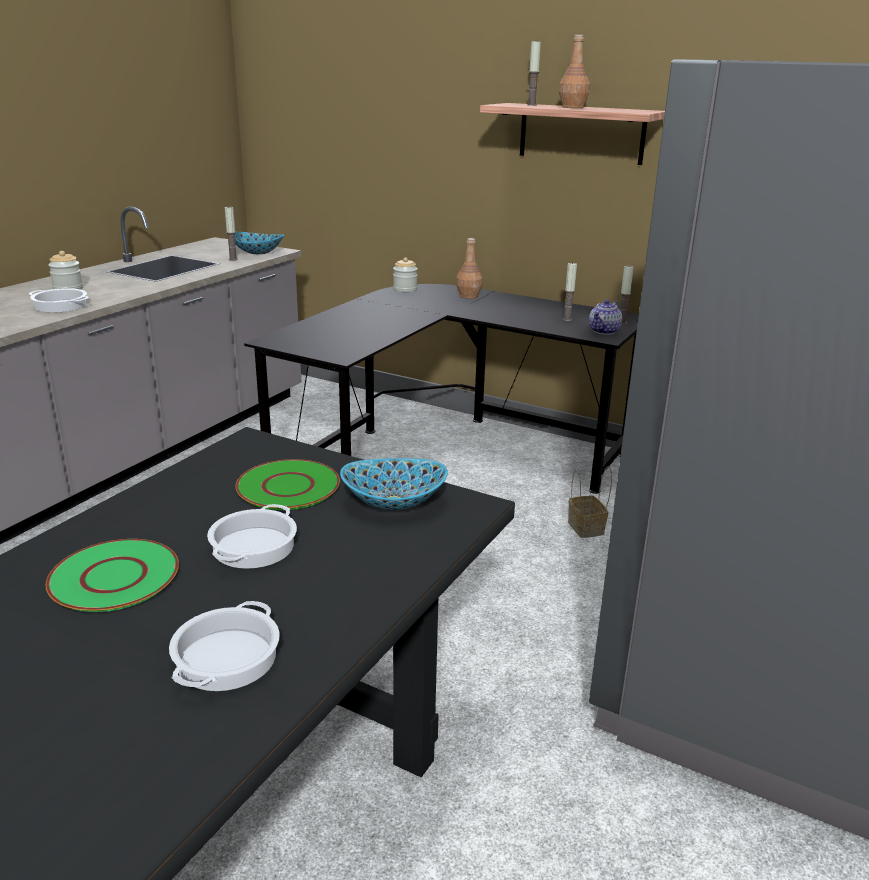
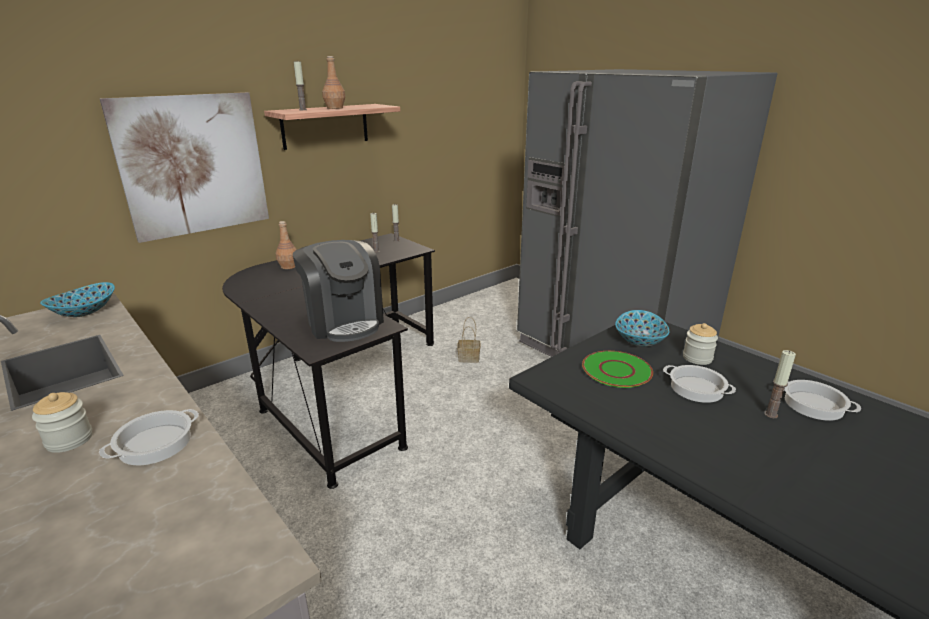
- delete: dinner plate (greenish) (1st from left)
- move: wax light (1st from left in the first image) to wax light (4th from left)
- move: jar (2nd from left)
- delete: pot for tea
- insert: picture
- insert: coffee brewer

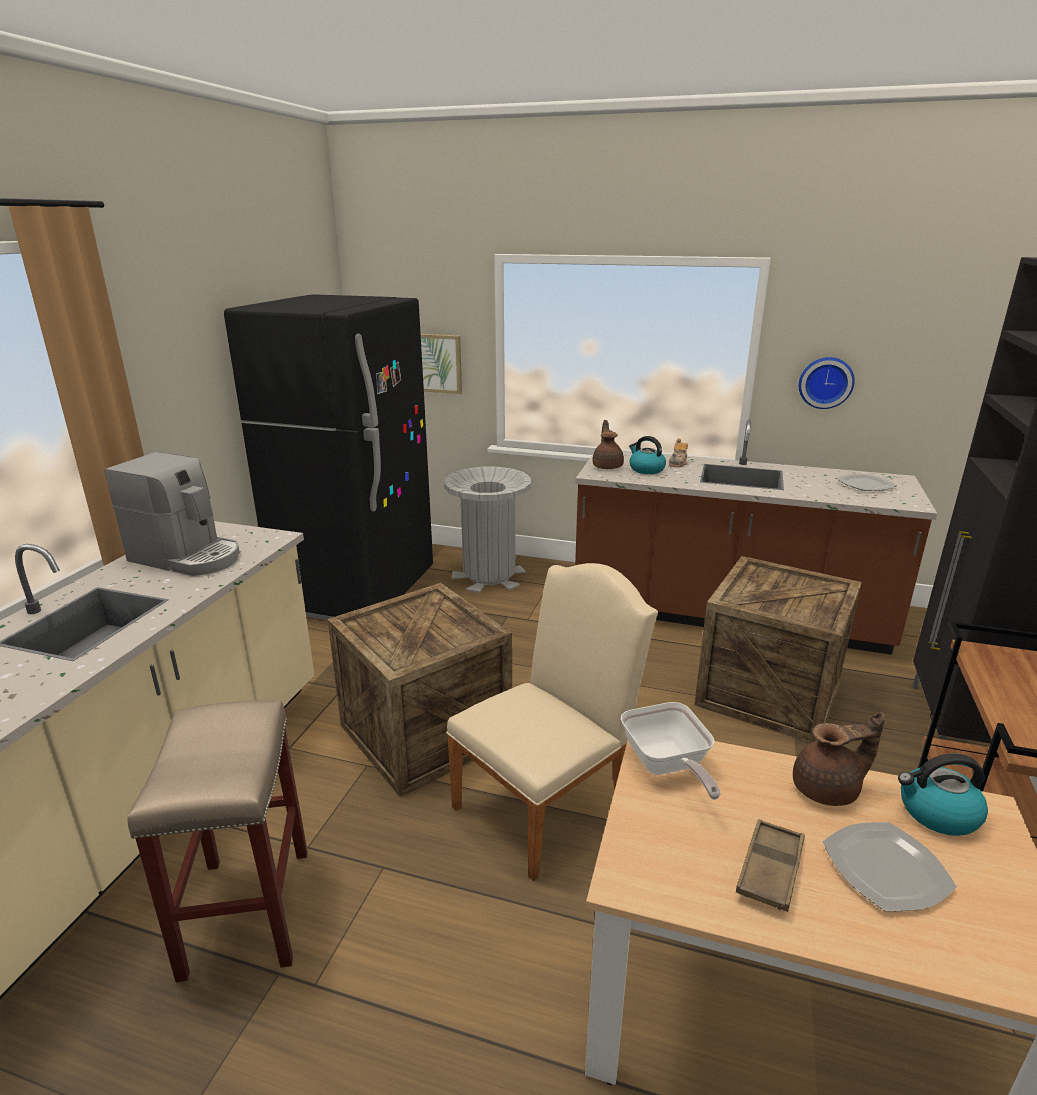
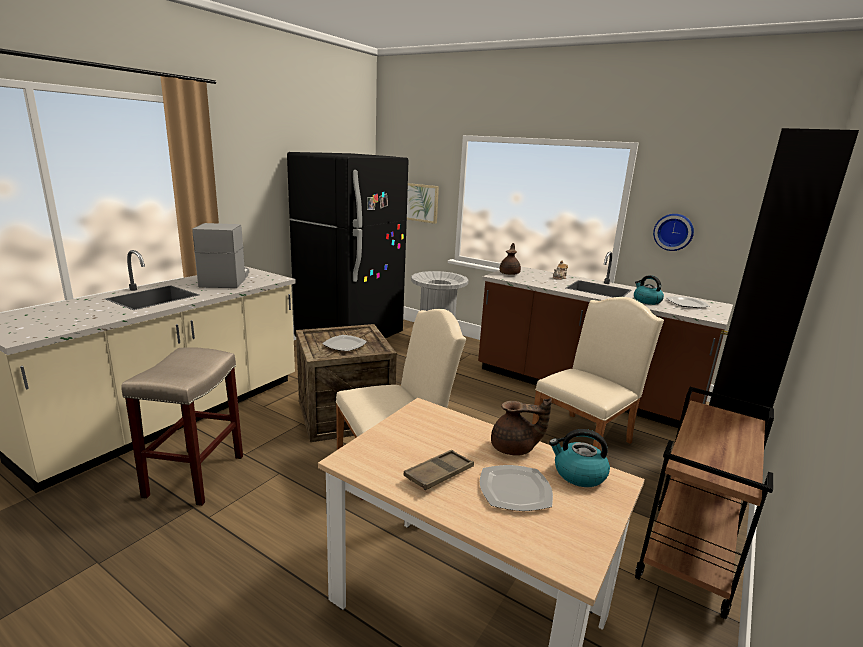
- rotate: coffee brewer 135 degrees counterclockwise
- delete: skillet
- move: kettle (1st from left in the first image) to kettle (2nd from left)
- replace: shipping crate (2nd from left) to chair (beige) (2nd from left)
- insert: dinner plate (1st from left)

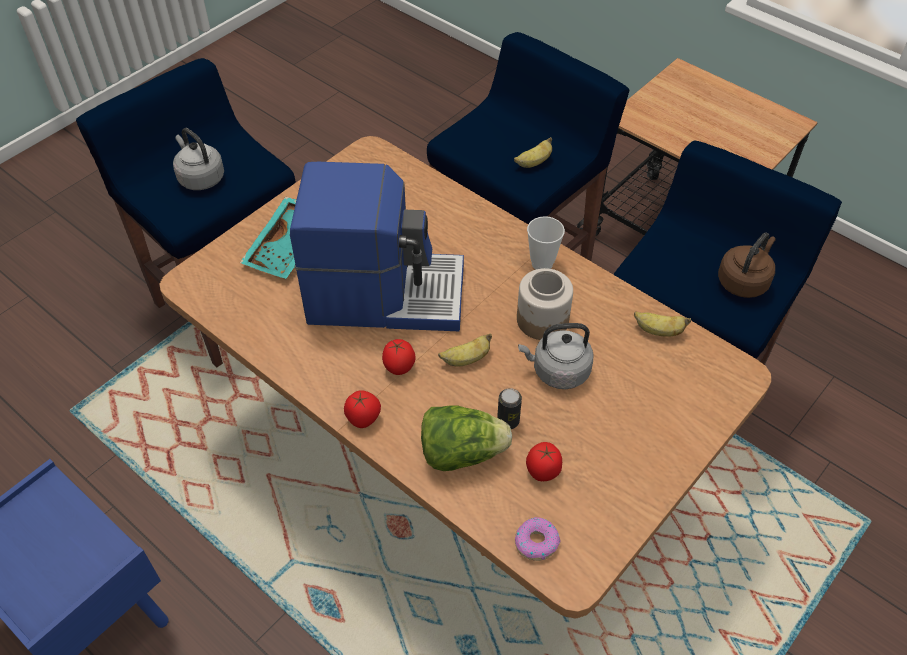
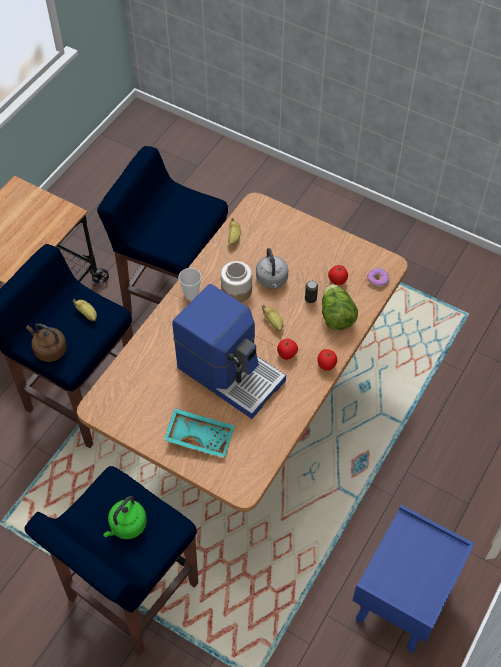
- recolor: kettle (grey) (1st from left) to kettle (greenish)
- rotate: coffee brewer 135 degrees clockwise
- move: kettle (brown-coloured)

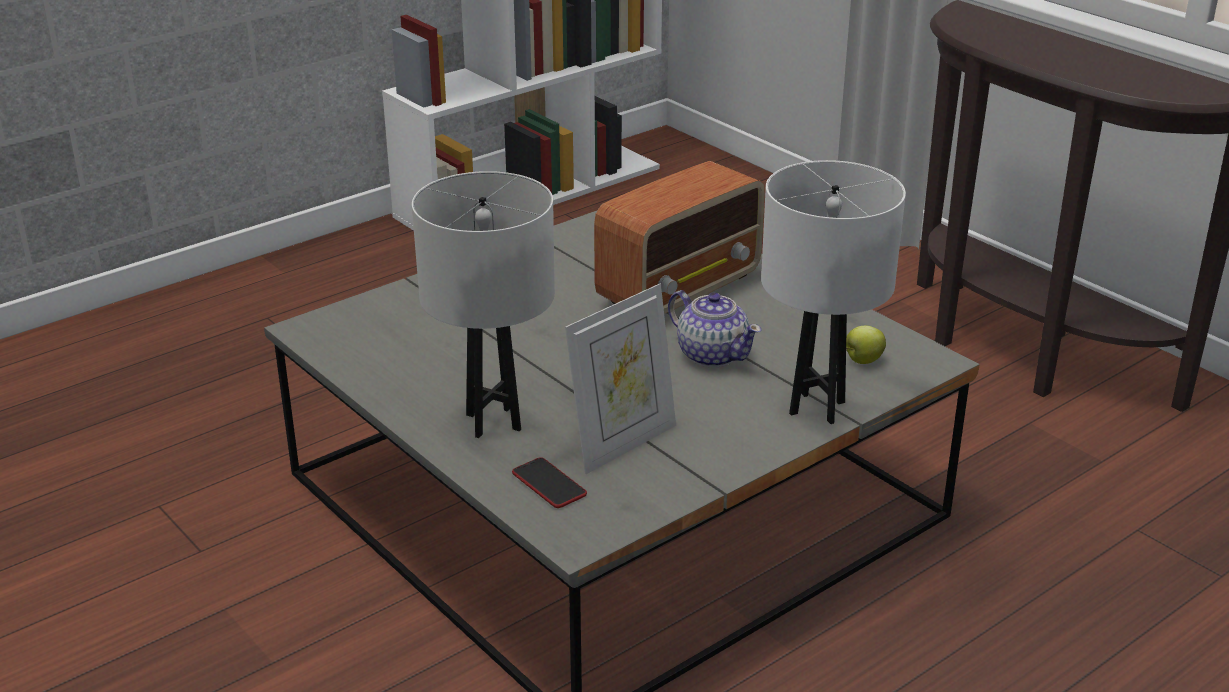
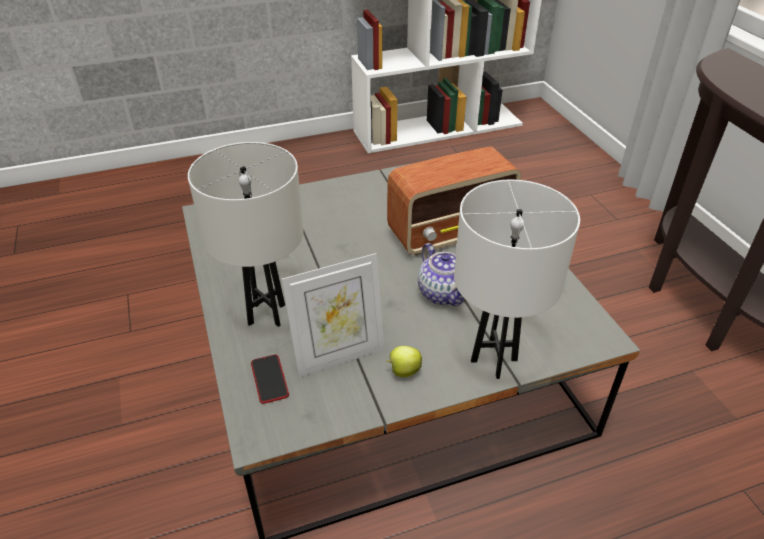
- move: apple fruit

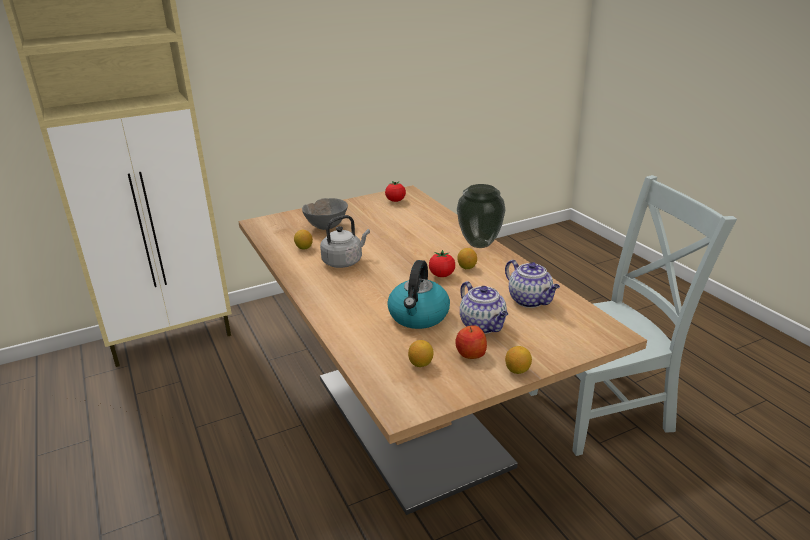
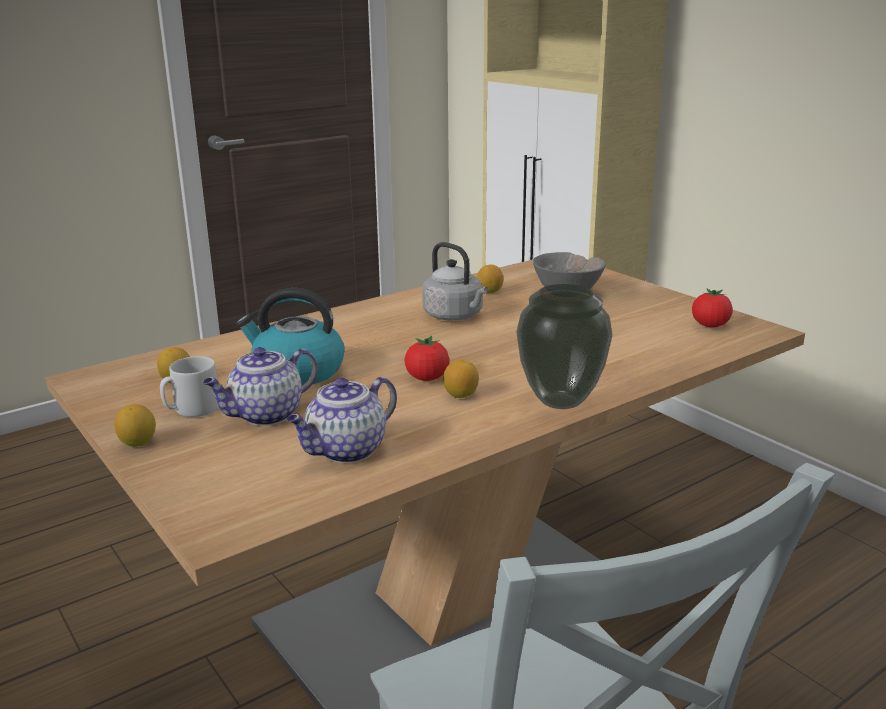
- replace: apple fruit to tea mug (grey)

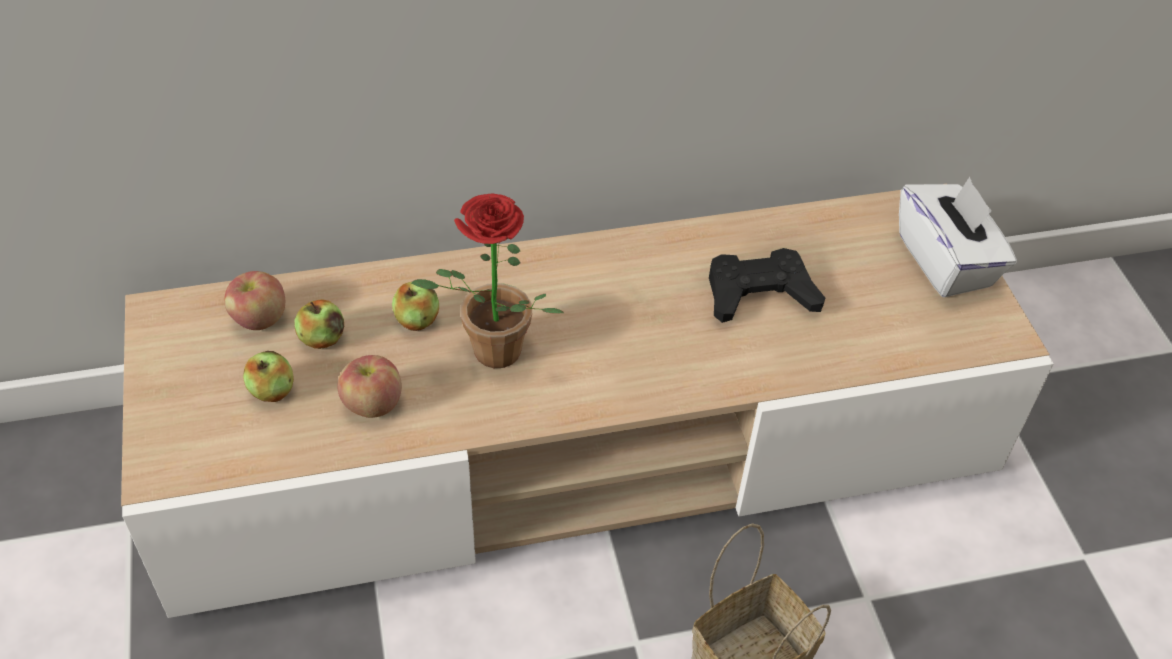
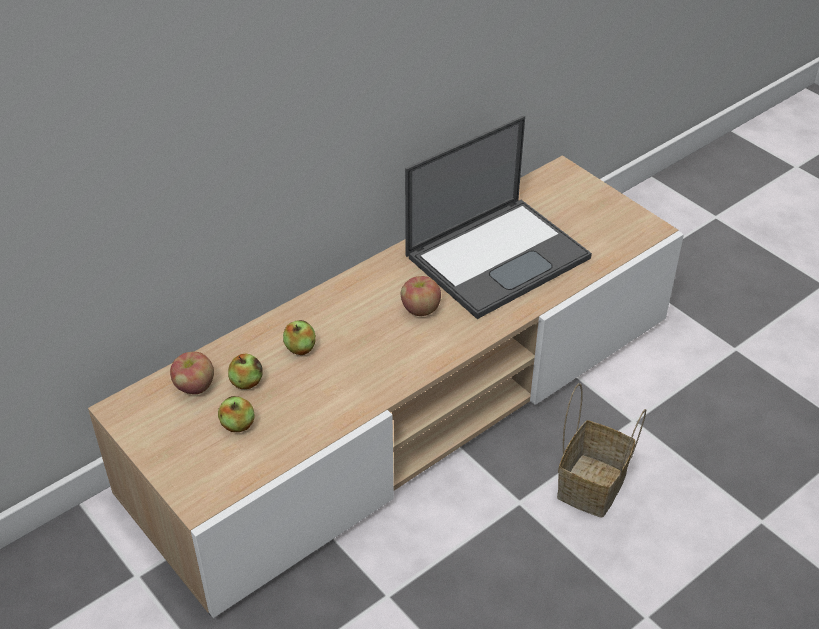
- move: apple fruit (4th from left in the first image) to apple fruit (5th from left)
- delete: houseplant
- replace: gamepad (blackish) to portable computer
- delete: tissue box (white-coloured)

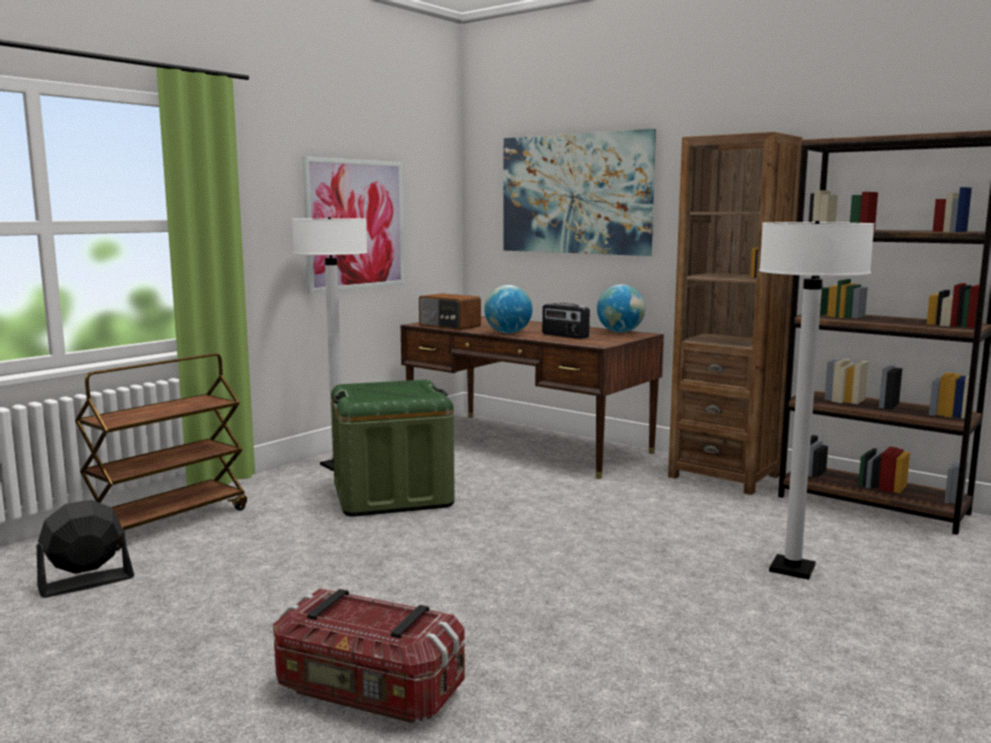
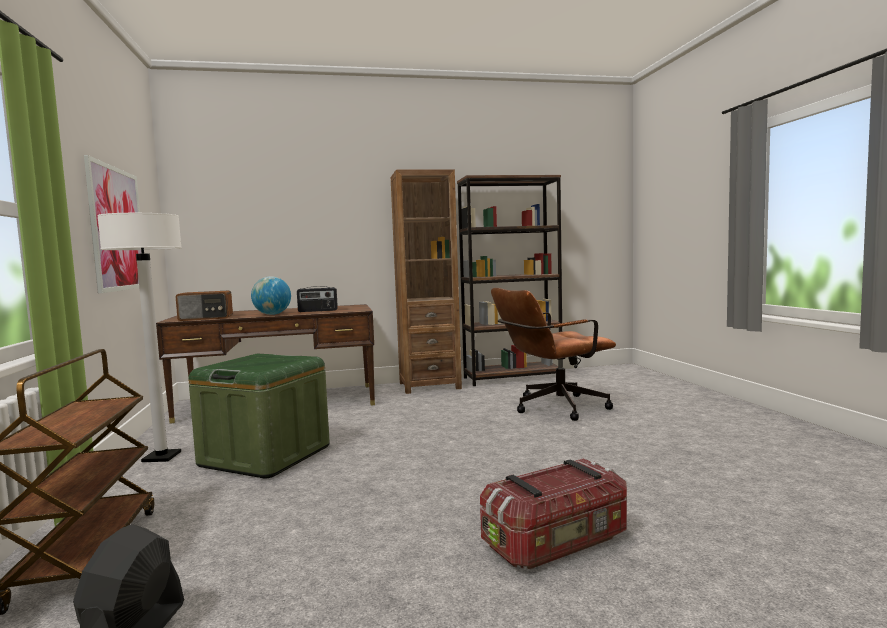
- delete: picture (2nd from left)
- delete: globe (2nd from left)
- replace: floor lamp (white-coloured) (2nd from left) to computer chair (brown-coloured)

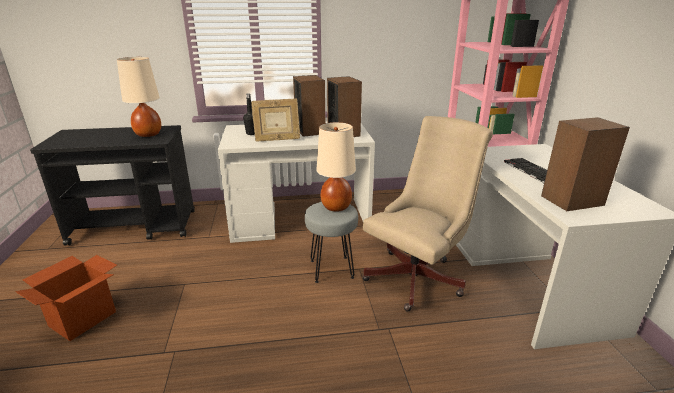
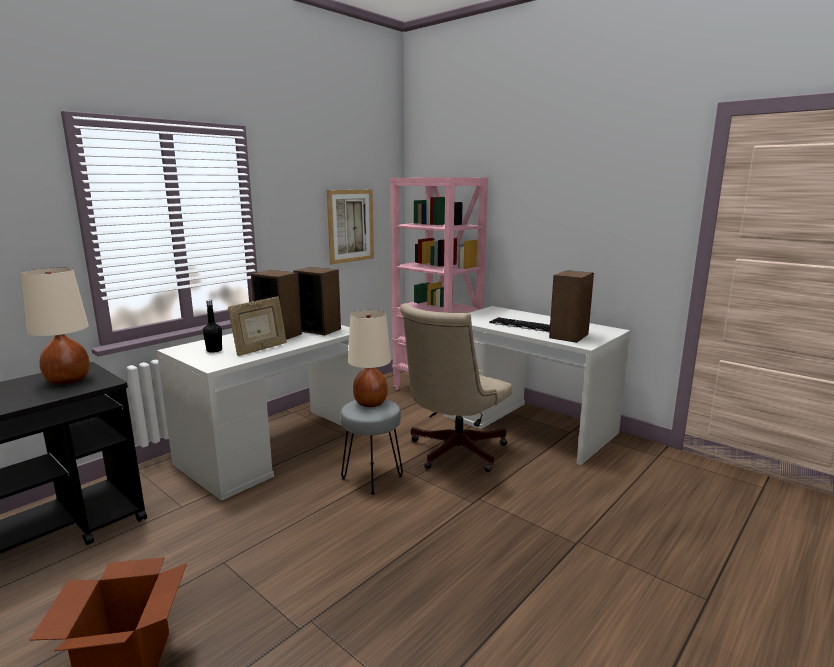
- rotate: computer chair (beige) 150 degrees counterclockwise
- insert: picture

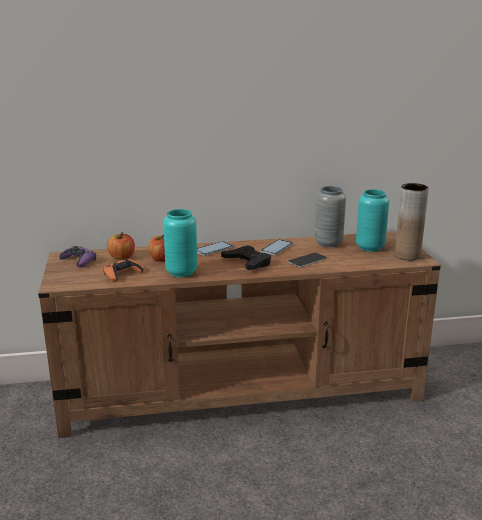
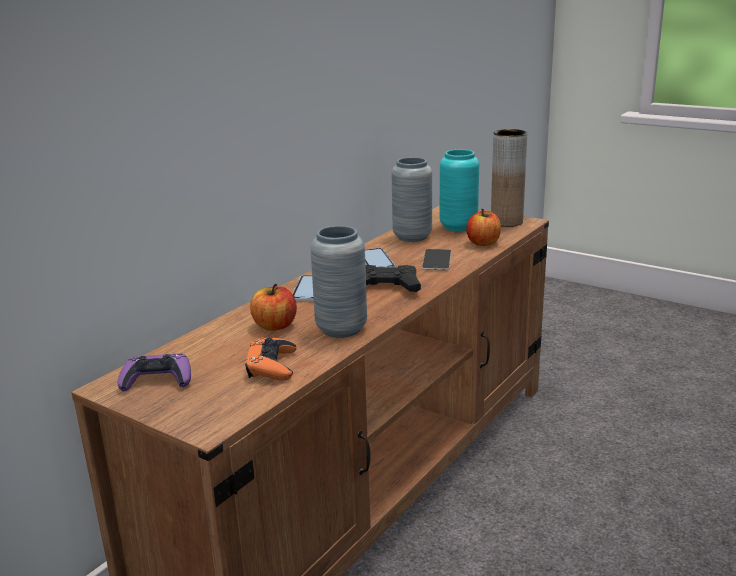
- move: apple fruit (1st from left in the first image) to apple fruit (2nd from left)
- recolor: decorative vase (turquoise-coloured) (1st from left) to decorative vase (grey) (1st from left)

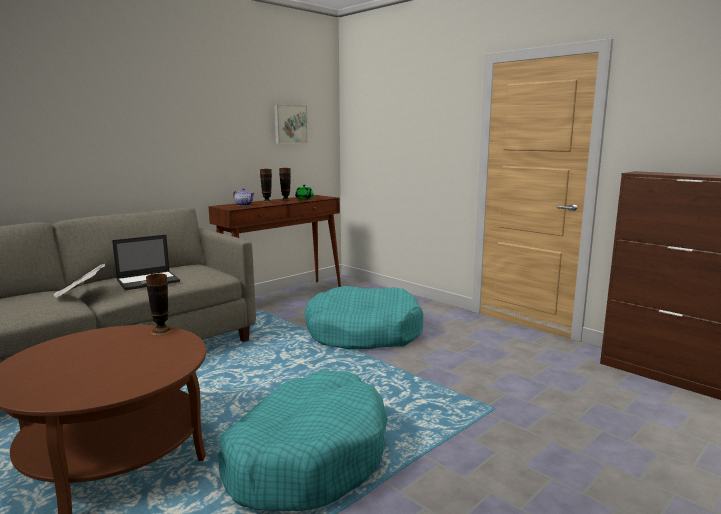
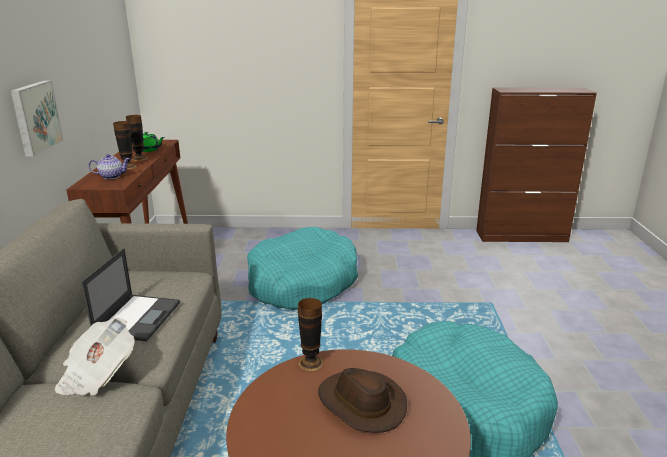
- move: picture
- insert: clothing hat (brown-coloured)

